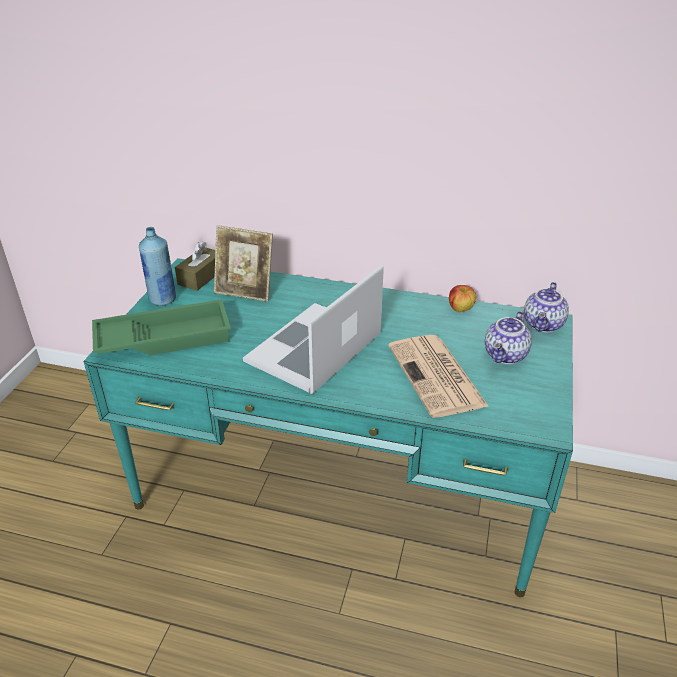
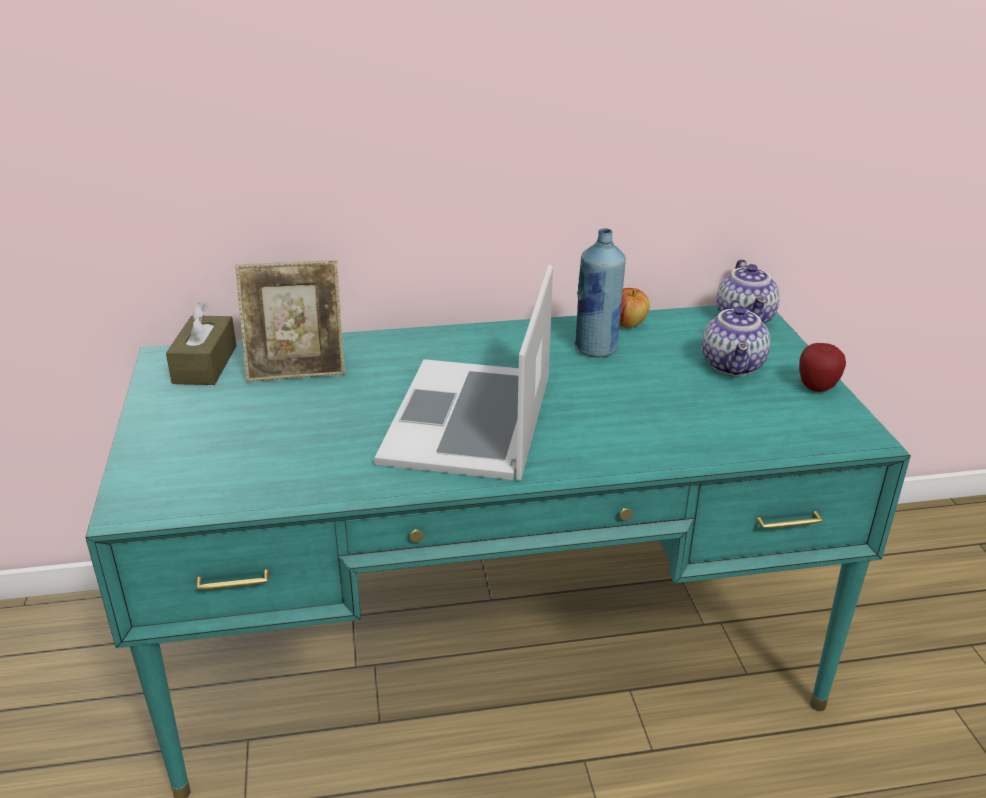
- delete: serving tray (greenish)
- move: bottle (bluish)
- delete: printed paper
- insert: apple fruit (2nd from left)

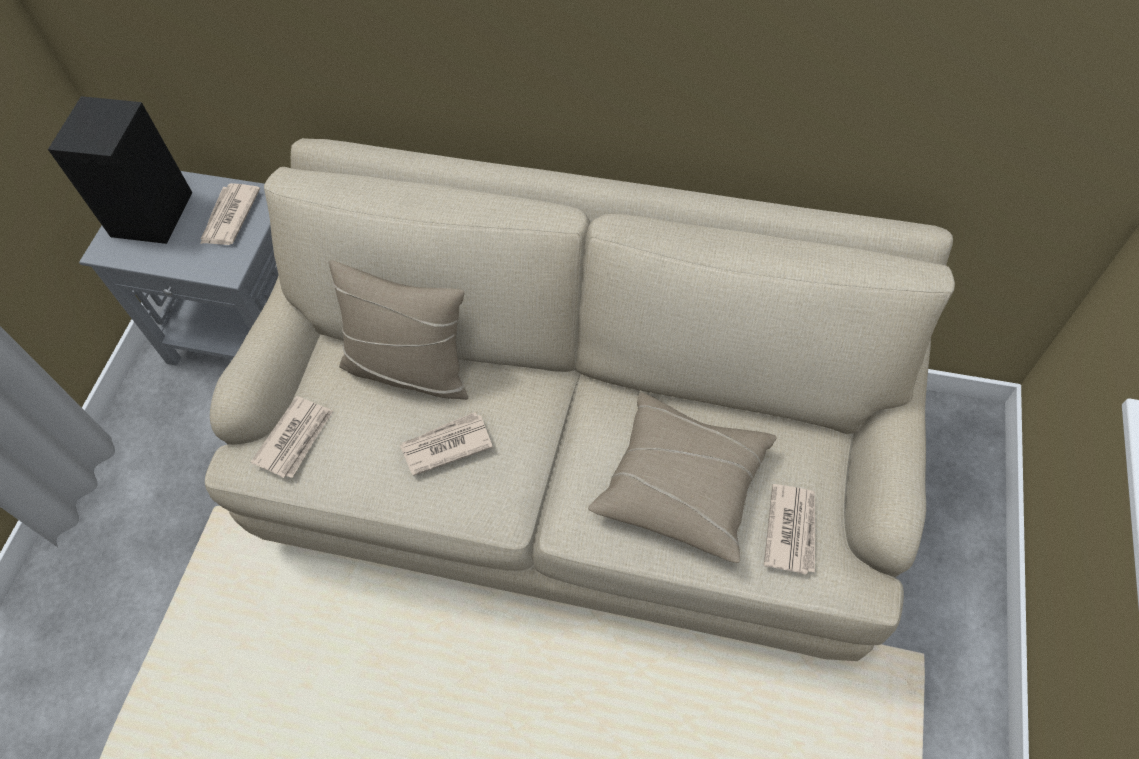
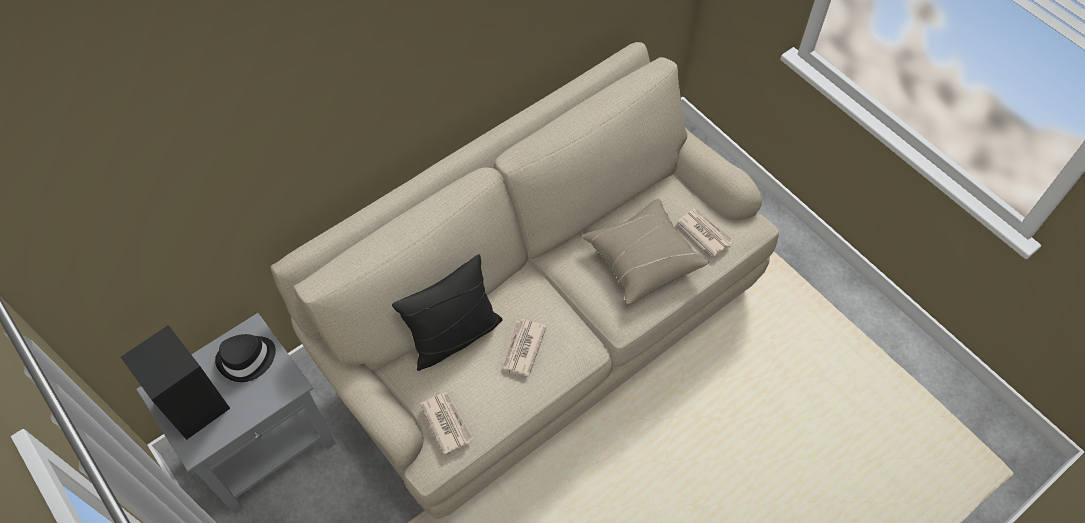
- replace: printed paper (1st from left) to clothing hat (blackish)
- recolor: throw pillow (beige) (1st from left) to throw pillow (blackish)

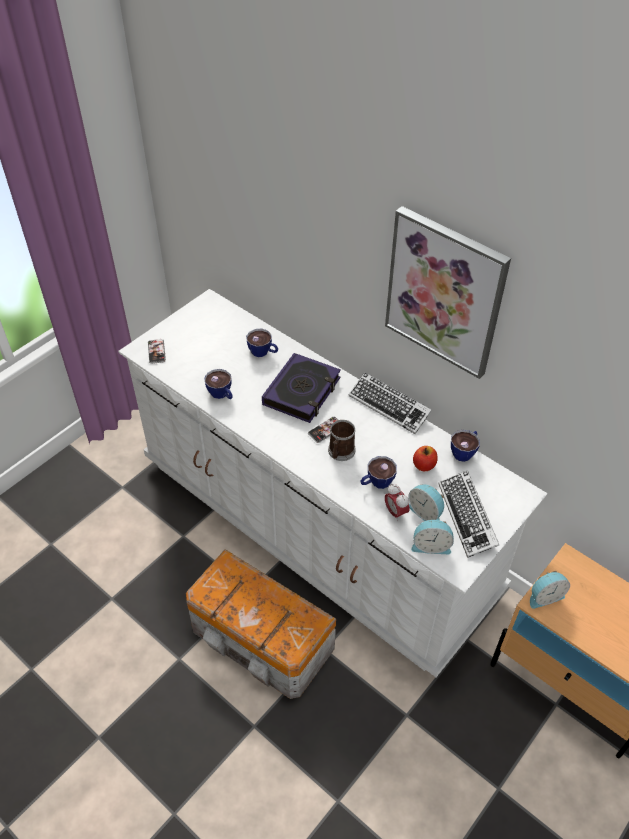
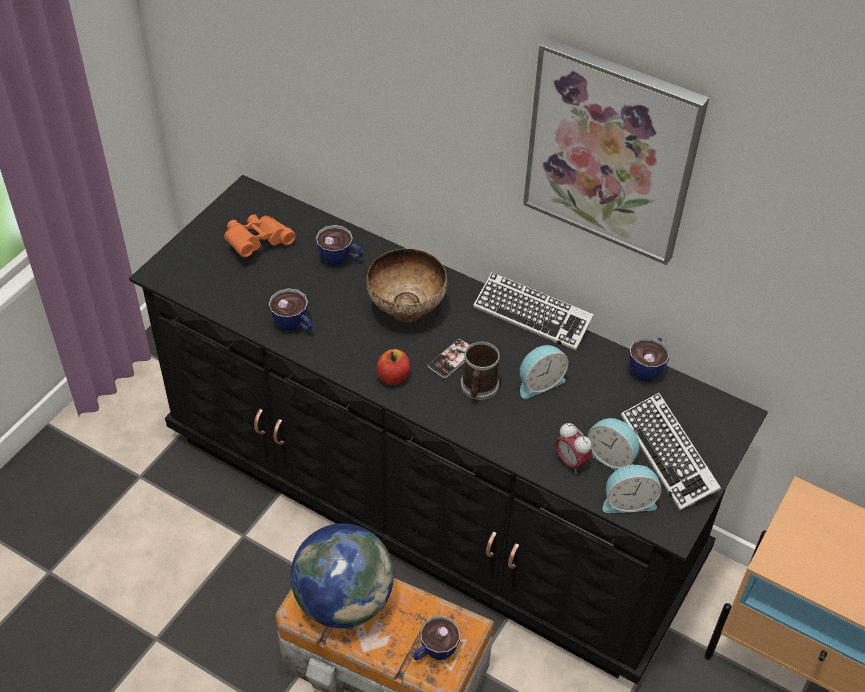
- recolor: drawer chest (white-coloured) to drawer chest (blackish)
- delete: phone (1st from left)
- replace: bound book to serving bowl
- move: drinking cup (3rd from left)
- move: apple fruit
- move: alarm clock (4th from left in the first image) to alarm clock (1st from left)
- insert: pair of binoculars (orange)
- insert: globe

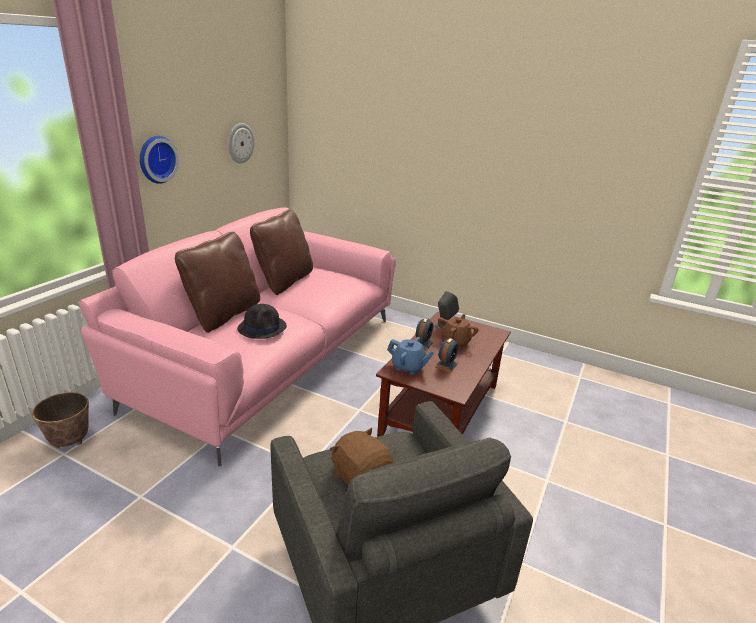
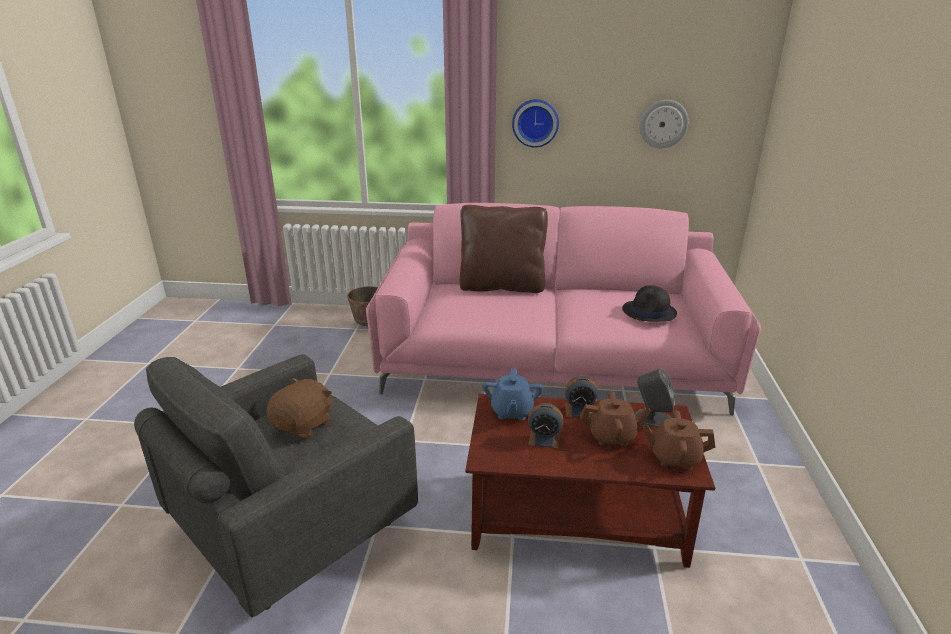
- move: clothing hat (blackish)
- delete: throw pillow (brown-coloured) (2nd from left)
- insert: pot for tea (brown-coloured) (2nd from left)

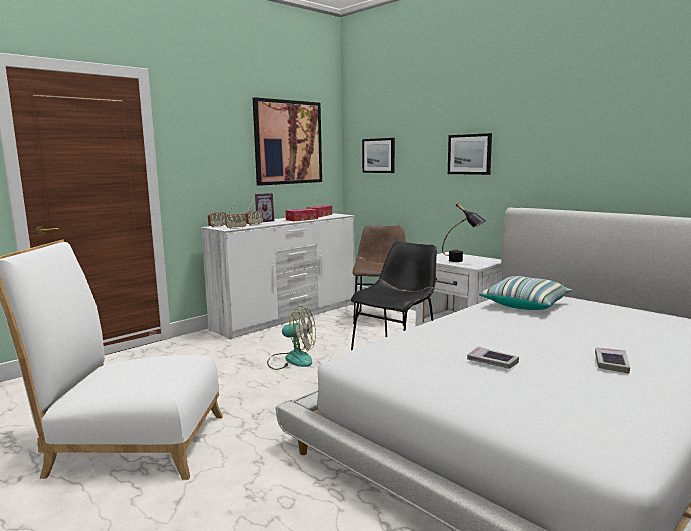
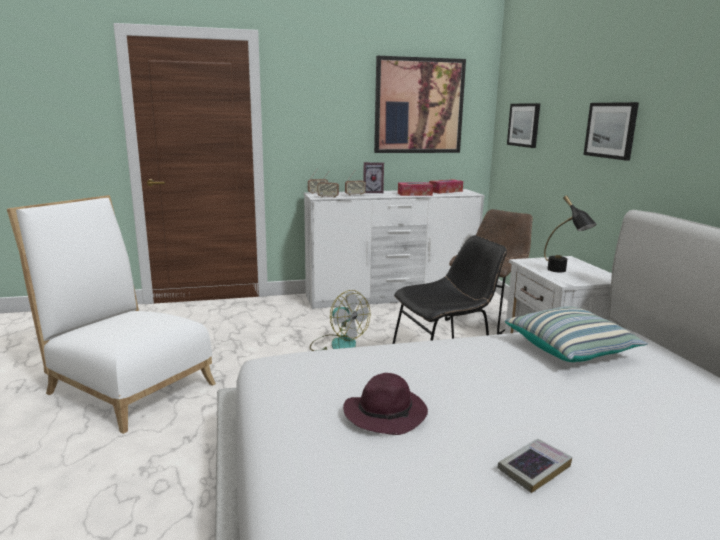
- replace: bound book (1st from left) to clothing hat (purple-coloured)

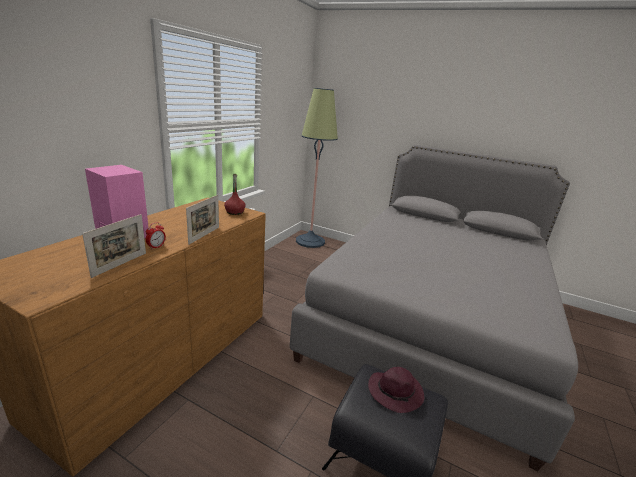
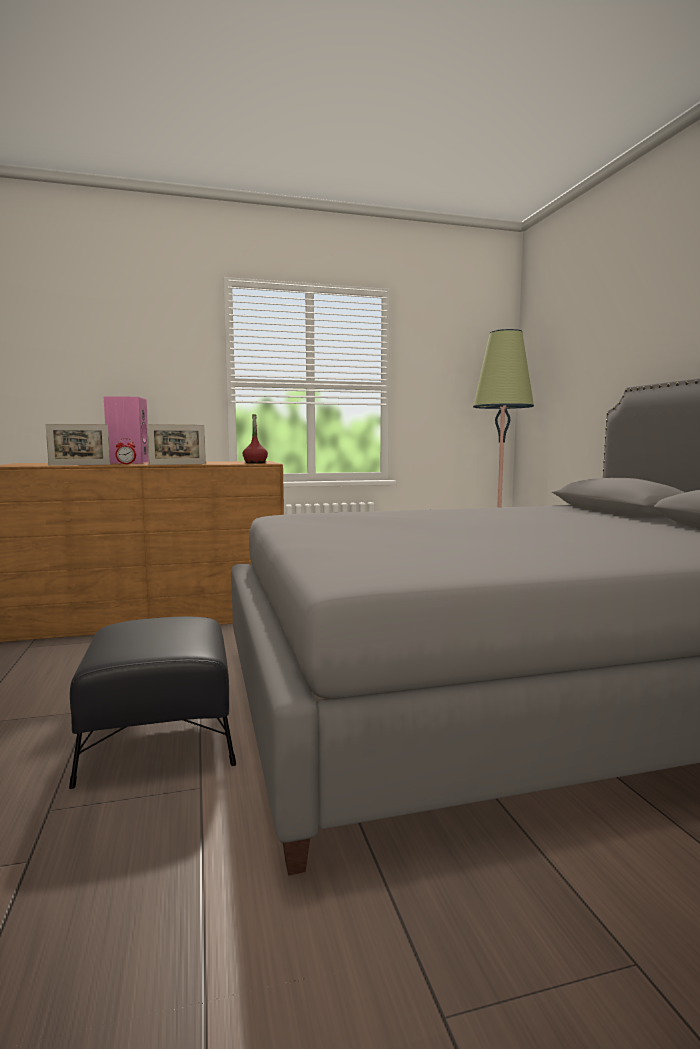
- delete: clothing hat (purple-coloured)

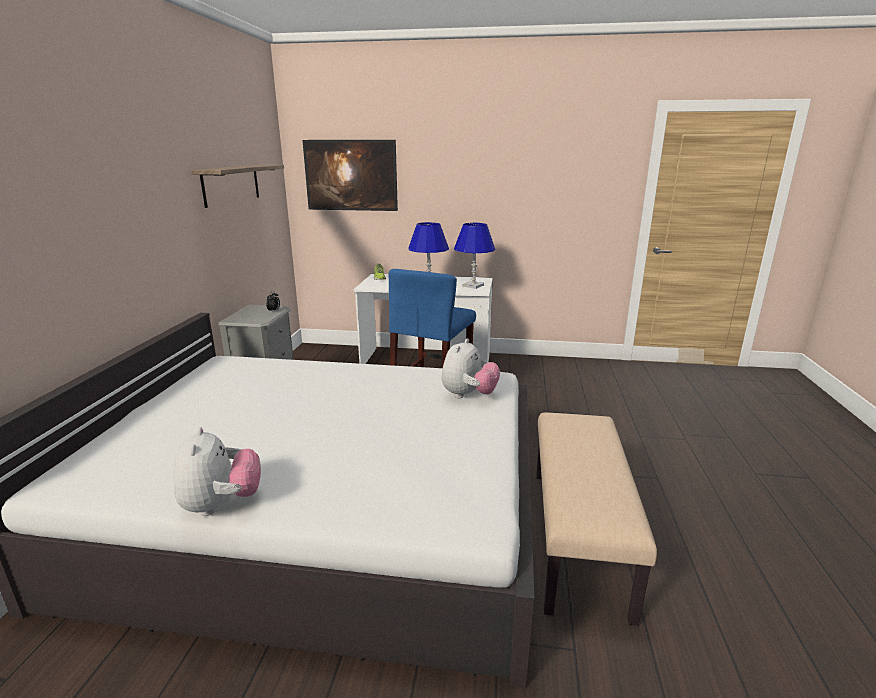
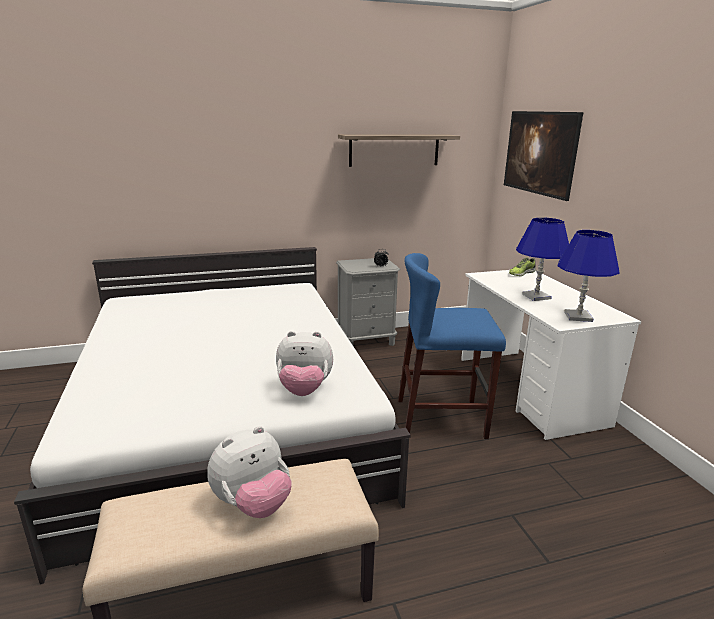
- move: plush toy (1st from left)

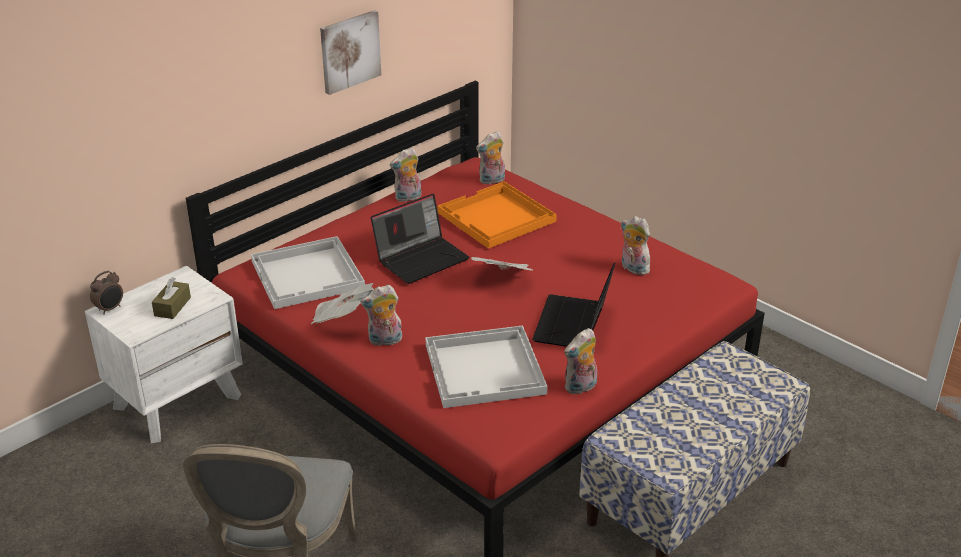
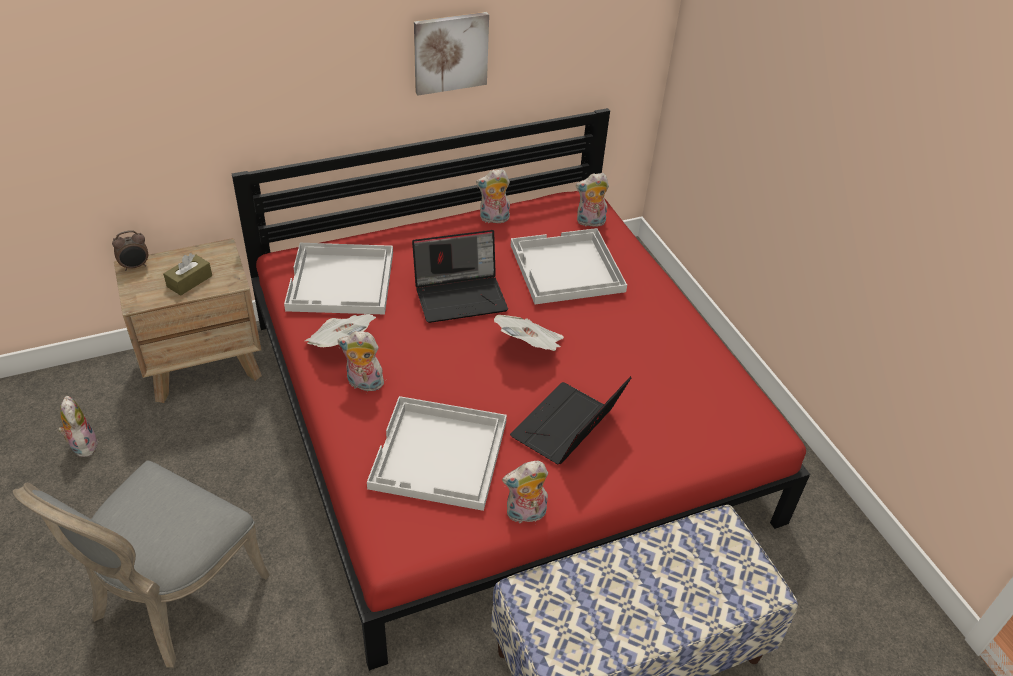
- recolor: bedside table (white-coloured) to bedside table (brown-coloured)
- recolor: serving tray (orange) to serving tray (white-coloured) (3rd from left)
- move: plush toy (5th from left in the first image) to plush toy (1st from left)

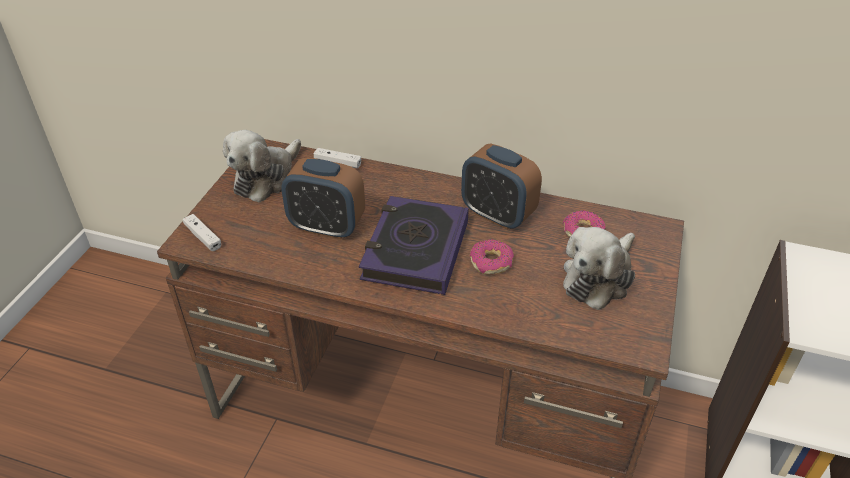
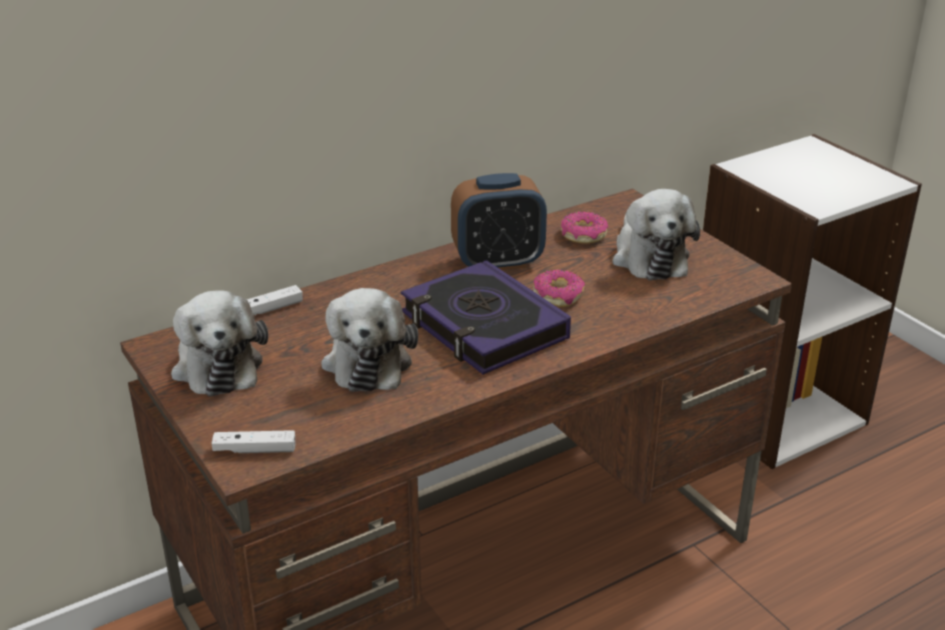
- replace: alarm clock (1st from left) to plush toy (2nd from left)

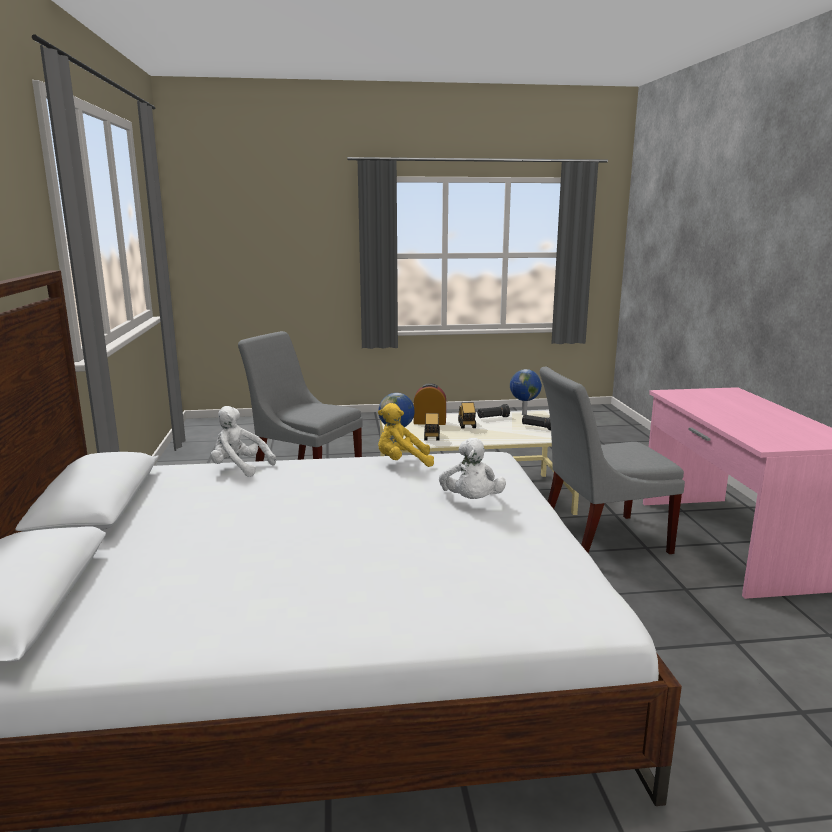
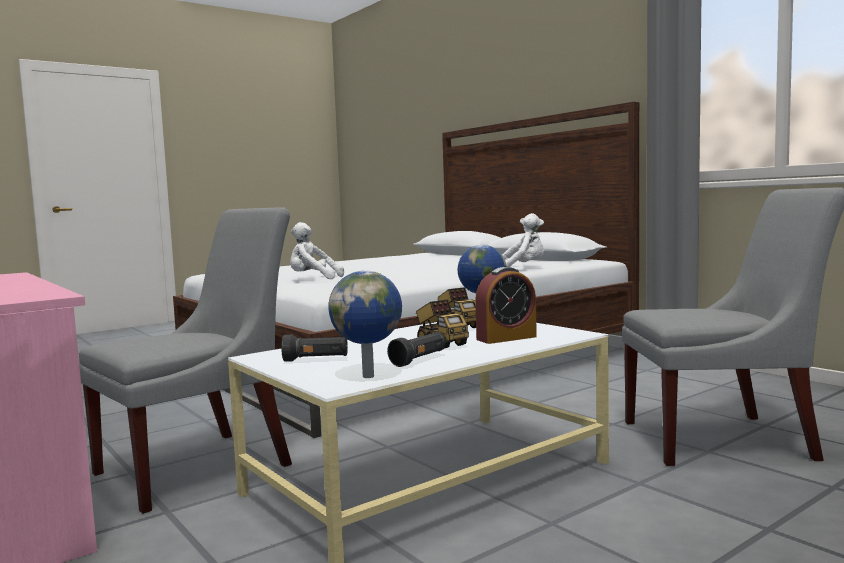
- delete: plush toy (yellowish)
- rotate: plush toy (white-coloured) (2nd from left in the first image) 45 degrees counterclockwise

